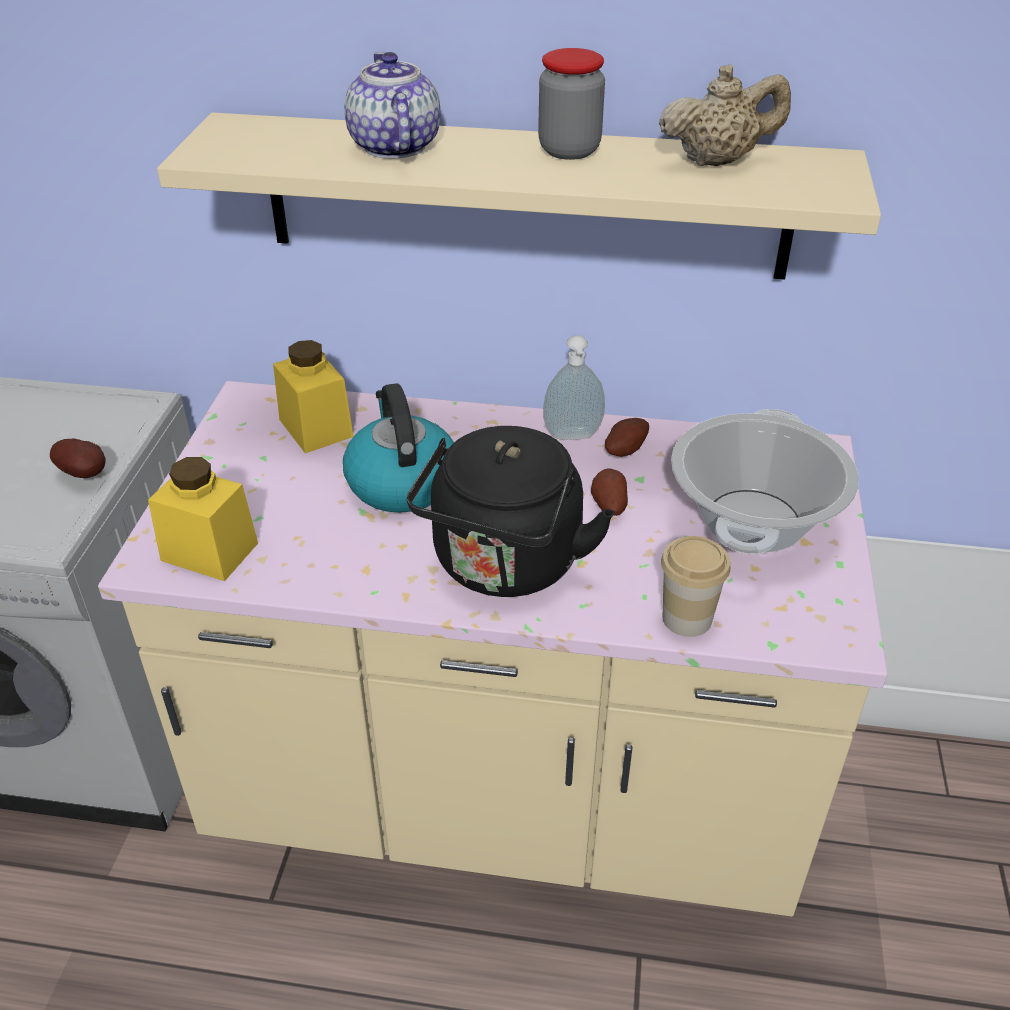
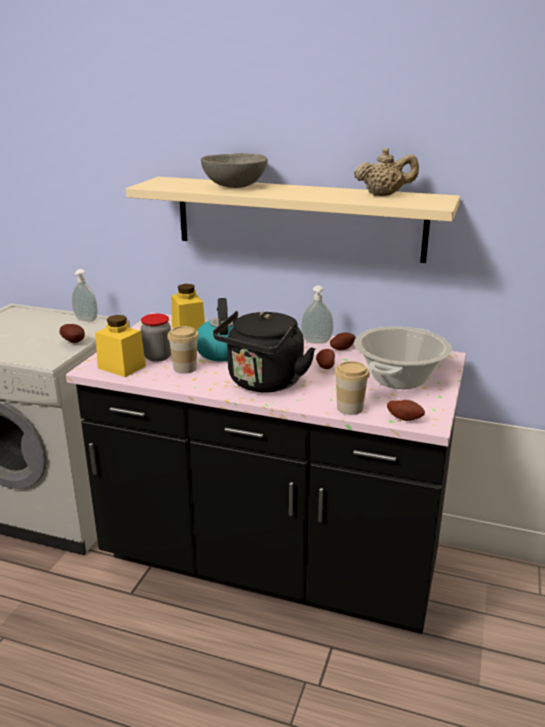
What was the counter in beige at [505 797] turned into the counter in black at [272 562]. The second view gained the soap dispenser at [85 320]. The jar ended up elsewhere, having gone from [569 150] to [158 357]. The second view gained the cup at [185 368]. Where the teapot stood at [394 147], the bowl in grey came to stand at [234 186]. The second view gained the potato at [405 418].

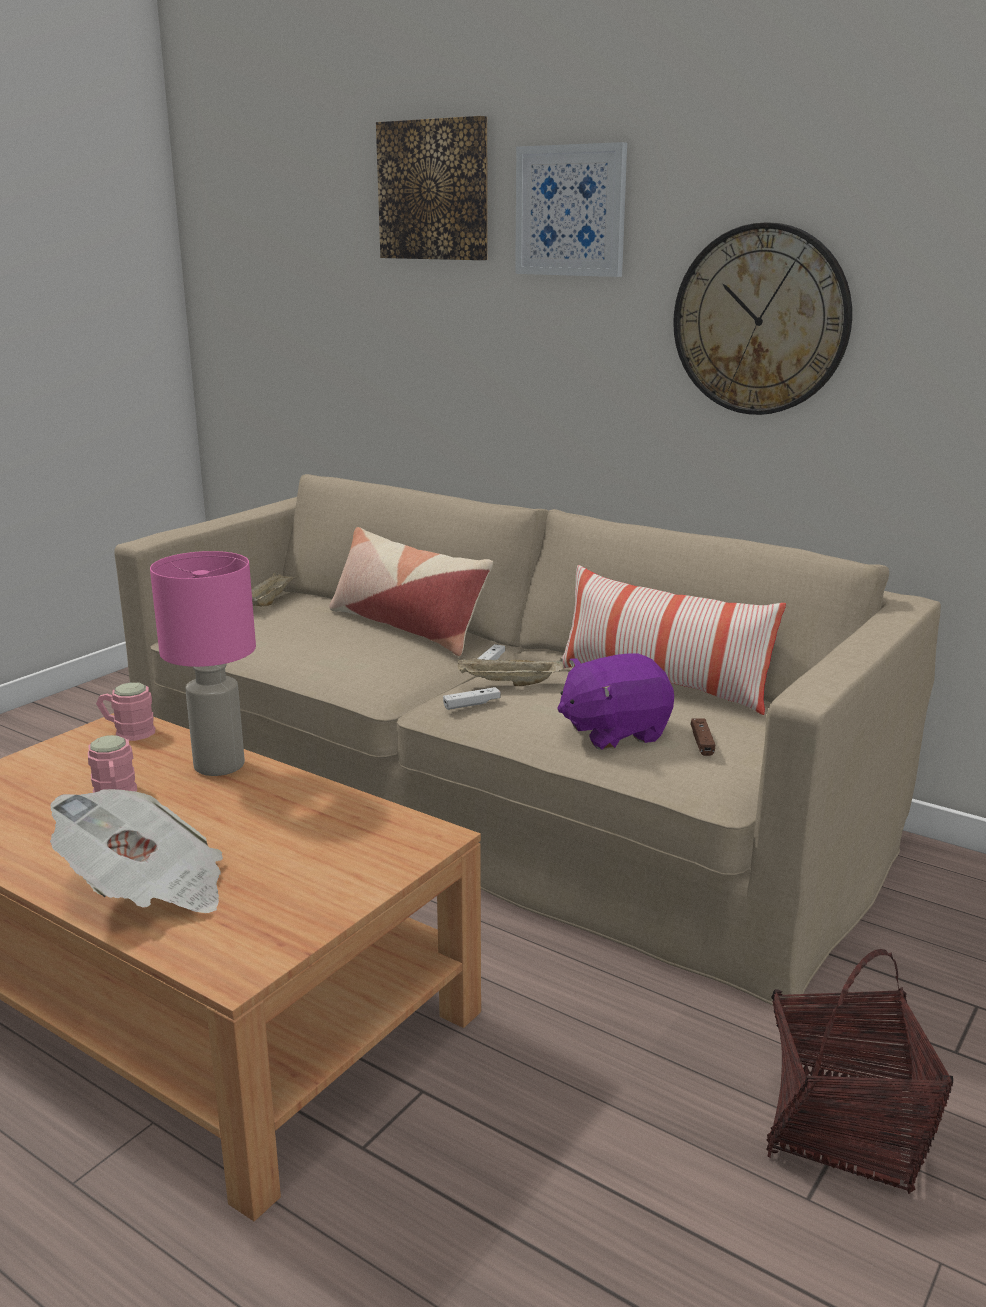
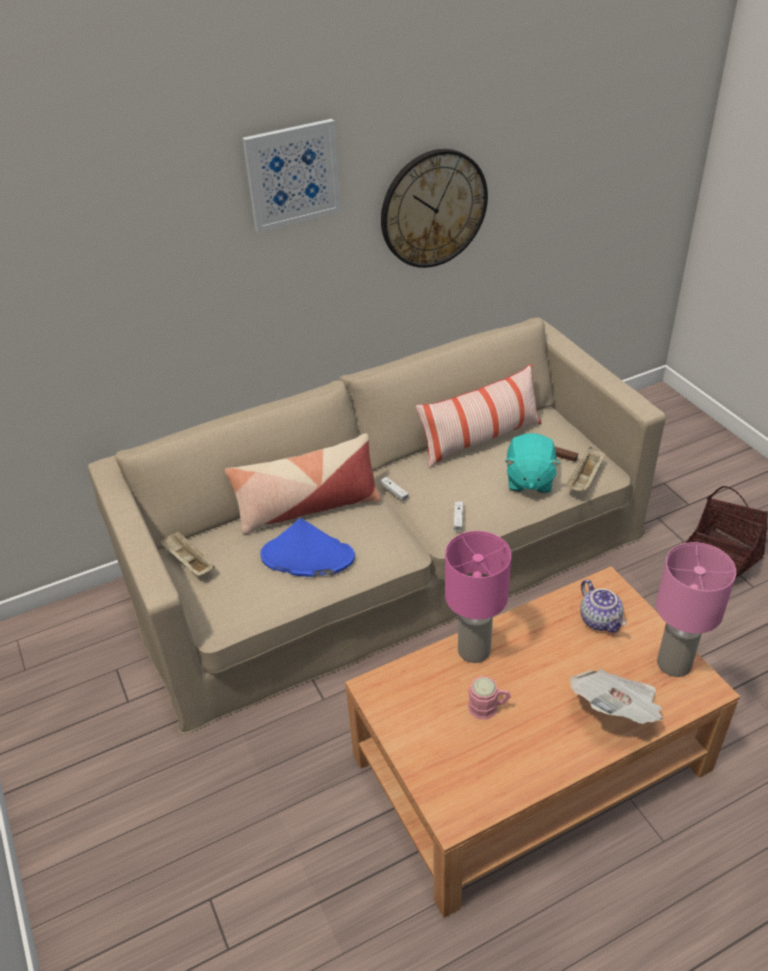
The second view gained the hat in blue at [307 557]. What was the plush toy in purple at [614 732] turned into the plush toy in turquoise at [529 480]. The tray in beige ended up elsewhere, having gone from [508 684] to [585 479]. The second view gained the teapot at [601 620]. The second view gained the table lamp in pink at [674 665]. The second view lost the mug in pink at [127 732]. The second view lost the picture at [435 190].

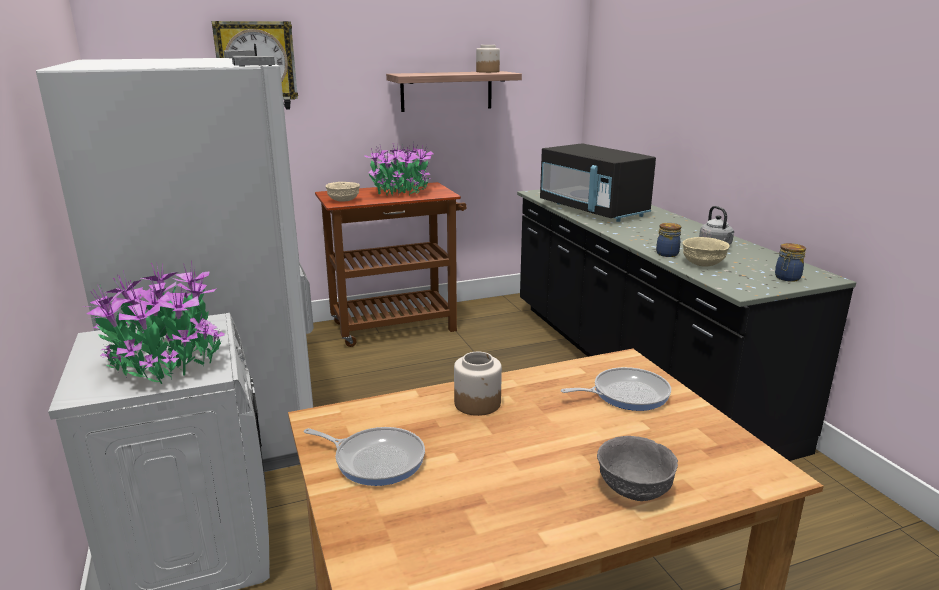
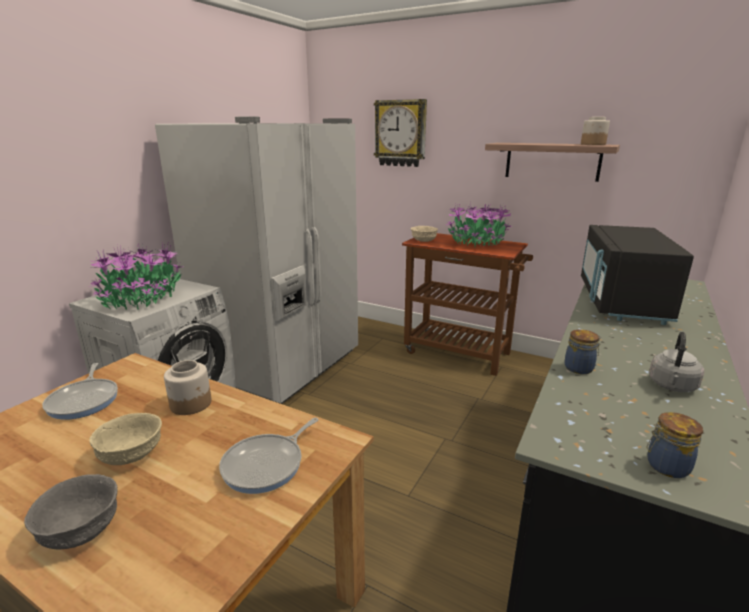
The bowl in beige ended up elsewhere, having gone from [703 263] to [131 456]. The frying pan at [626 394] ended up facing another way, 90 degrees clockwise from before.

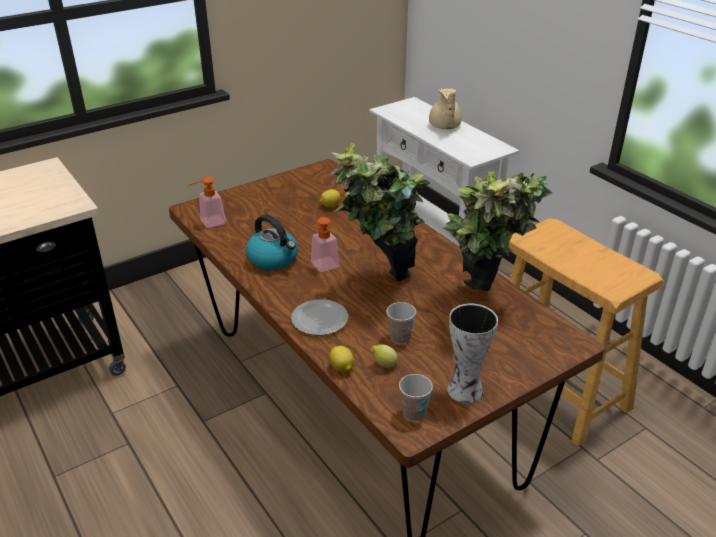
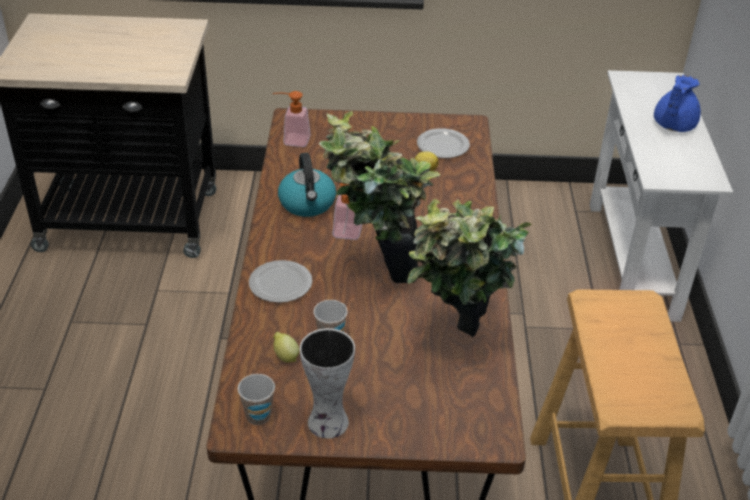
The second view gained the plate at [442 145]. What was the teapot in beige at [444 126] turned into the teapot in blue at [672 125]. The second view lost the lemon at [342 368].

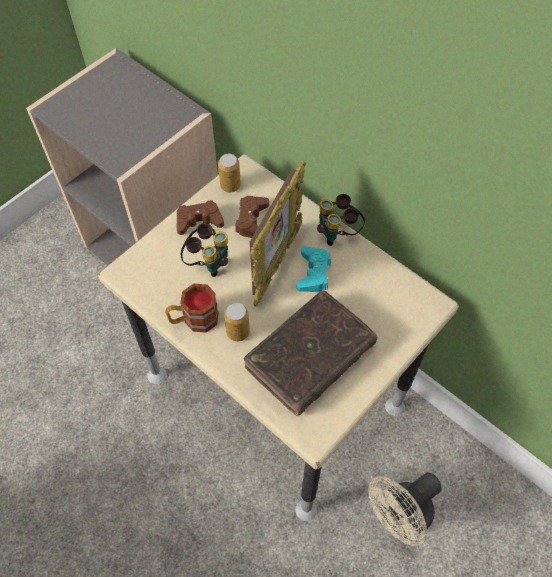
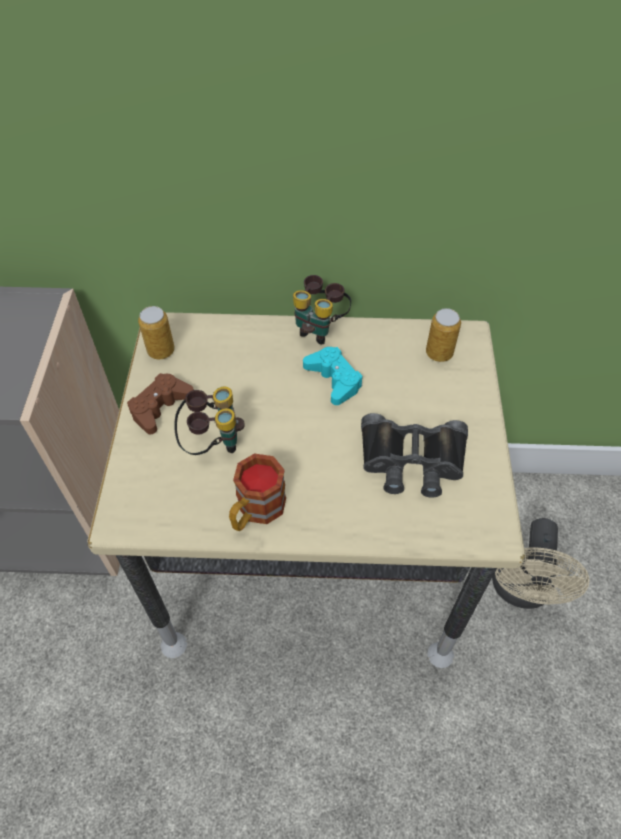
Where the book in brown stood at [309 357], the binoculars in black came to stand at [412 461]. The can ended up elsewhere, having gone from [238 332] to [439 353]. The second view lost the game controller in brown at [251 220]. The second view lost the picture frame at [276 264].

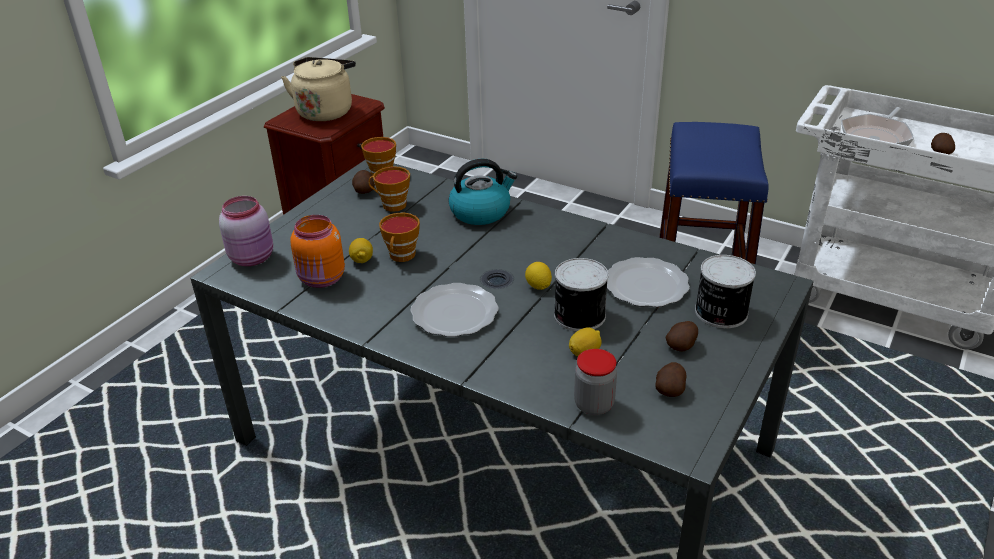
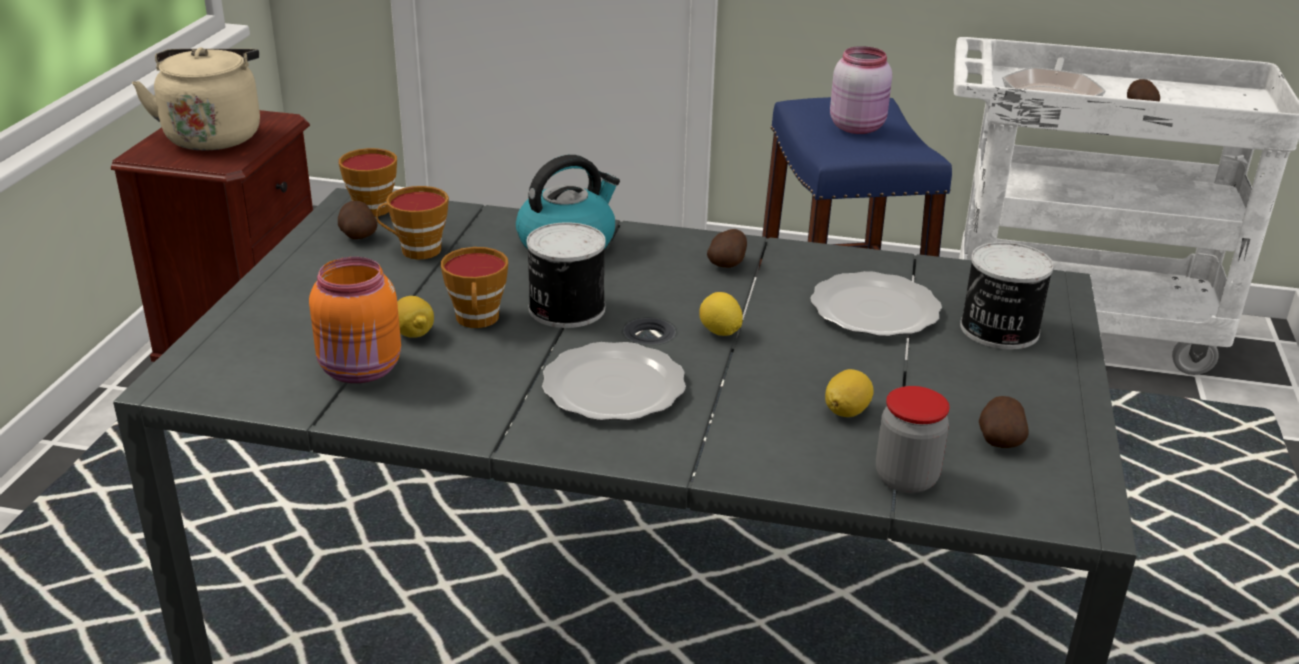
The can ended up elsewhere, having gone from [578 315] to [564 308]. The potato ended up elsewhere, having gone from [682 346] to [728 264]. The jar in pink ended up elsewhere, having gone from [253 257] to [858 127].

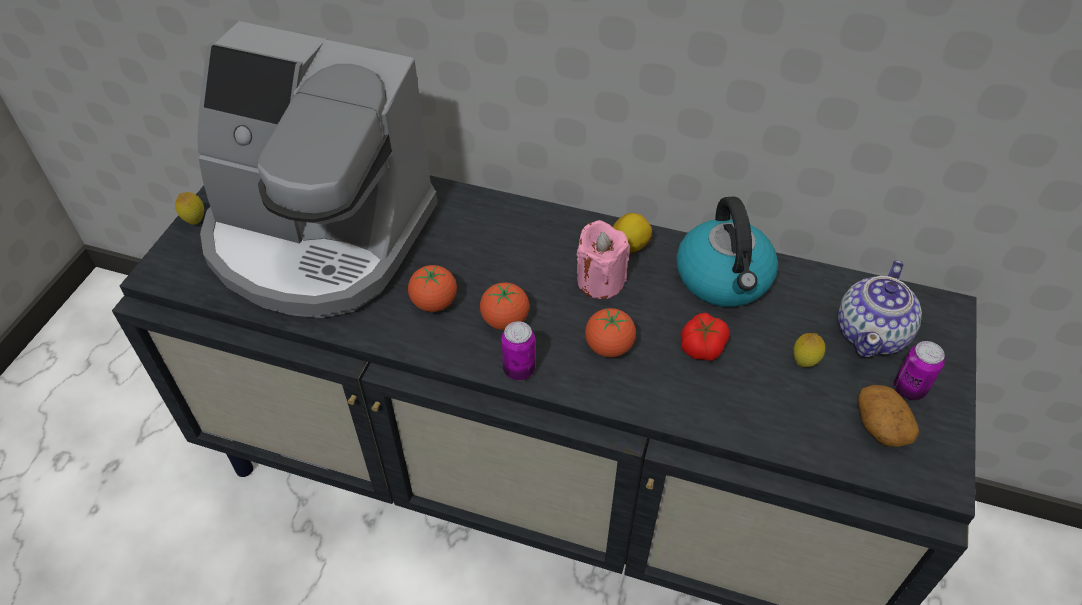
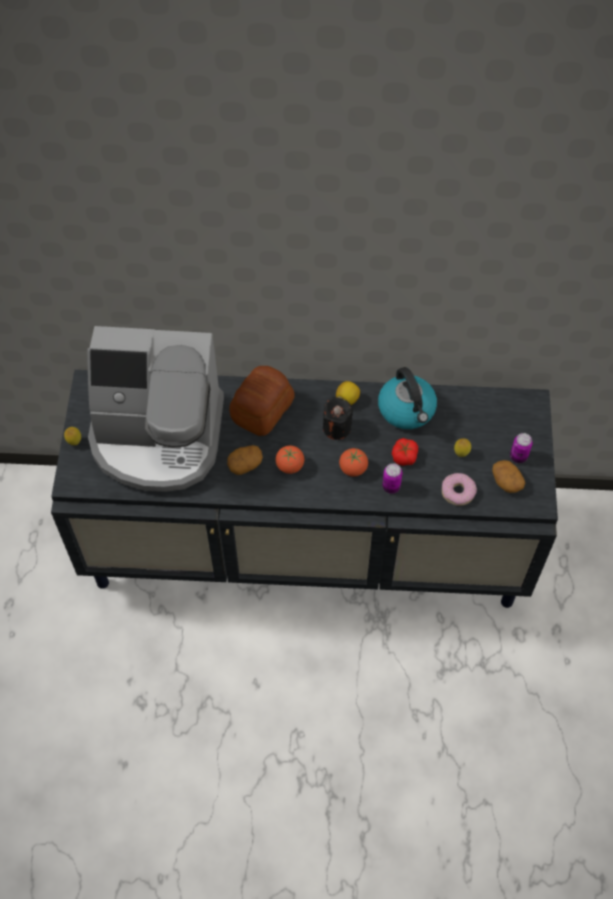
Where the tomato stood at [434 303], the potato came to stand at [245 464]. The second view gained the bread at [261 410]. What was the candle in pink at [600 281] turned into the candle in black at [336 427]. The can ended up elsewhere, having gone from [519 369] to [391 486]. The second view gained the donut at [458 492]. The second view lost the teapot at [872 333].

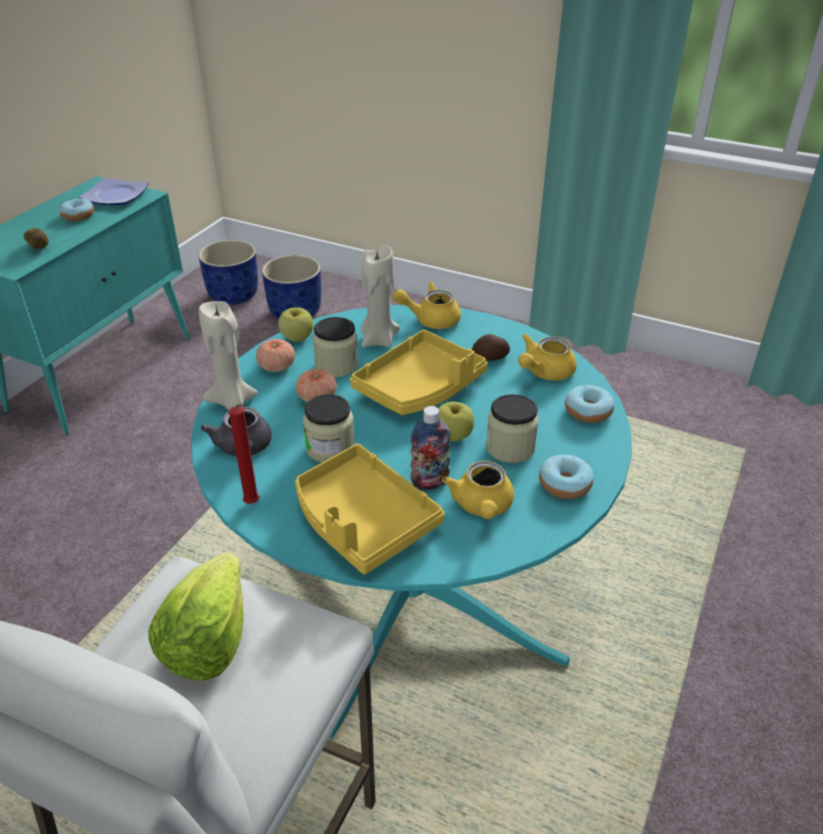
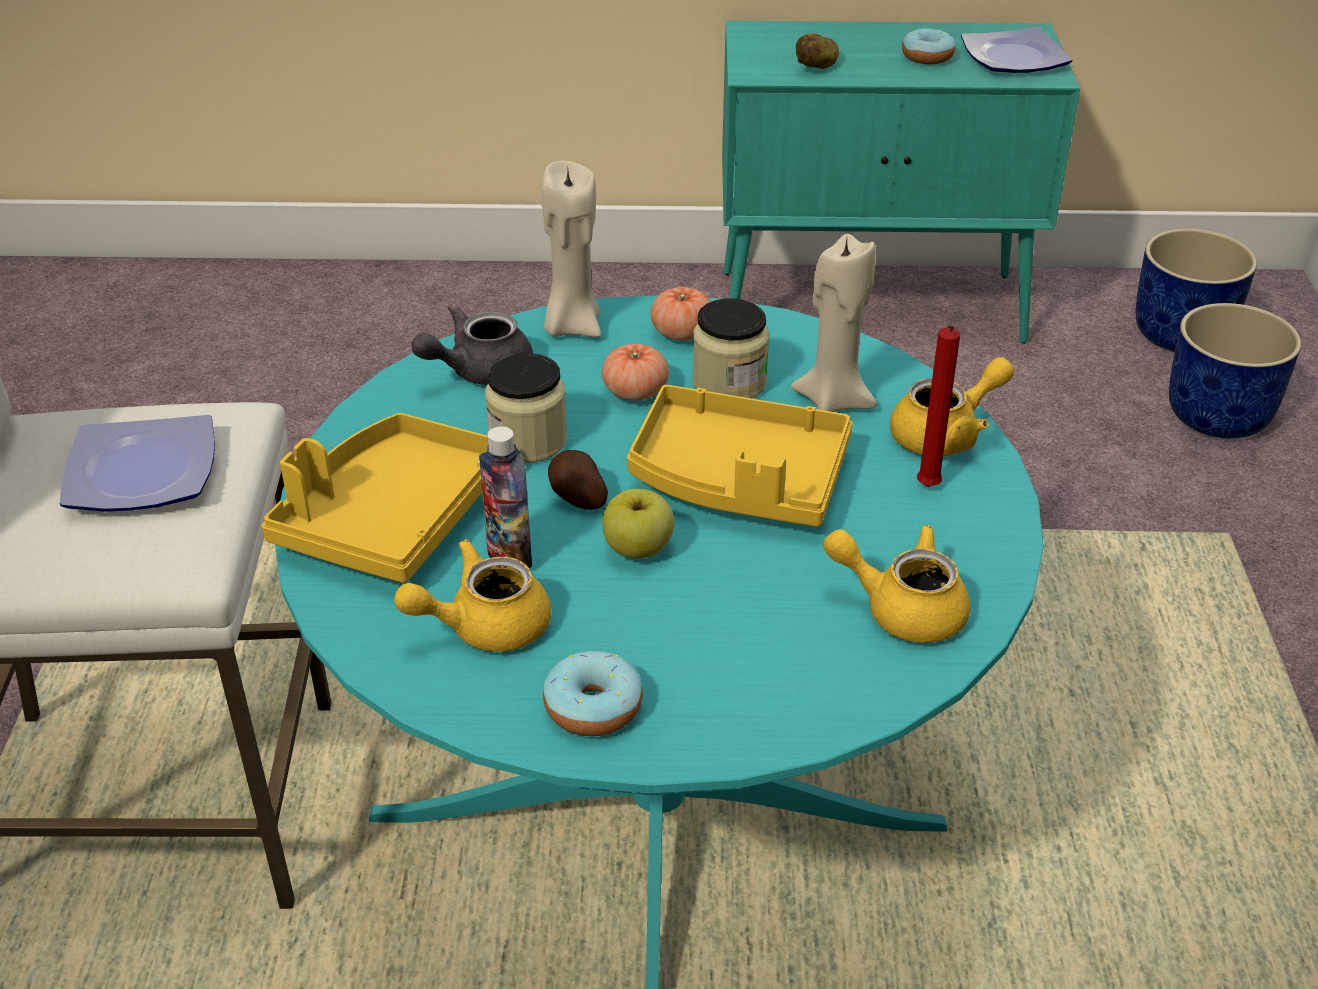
Where the lettuce stood at [208 640], the plate came to stand at [139 471]. The potato ended up elsewhere, having gone from [490 358] to [576 497]. The teapot in yellow at [430 319] ended up facing another way, 90 degrees clockwise from before. The candle in red ended up elsewhere, having gone from [253 504] to [926 489]. The second view lost the apple at [297 337]. The second view lost the jar at [510 448]. The second view lost the donut at [588 411].

